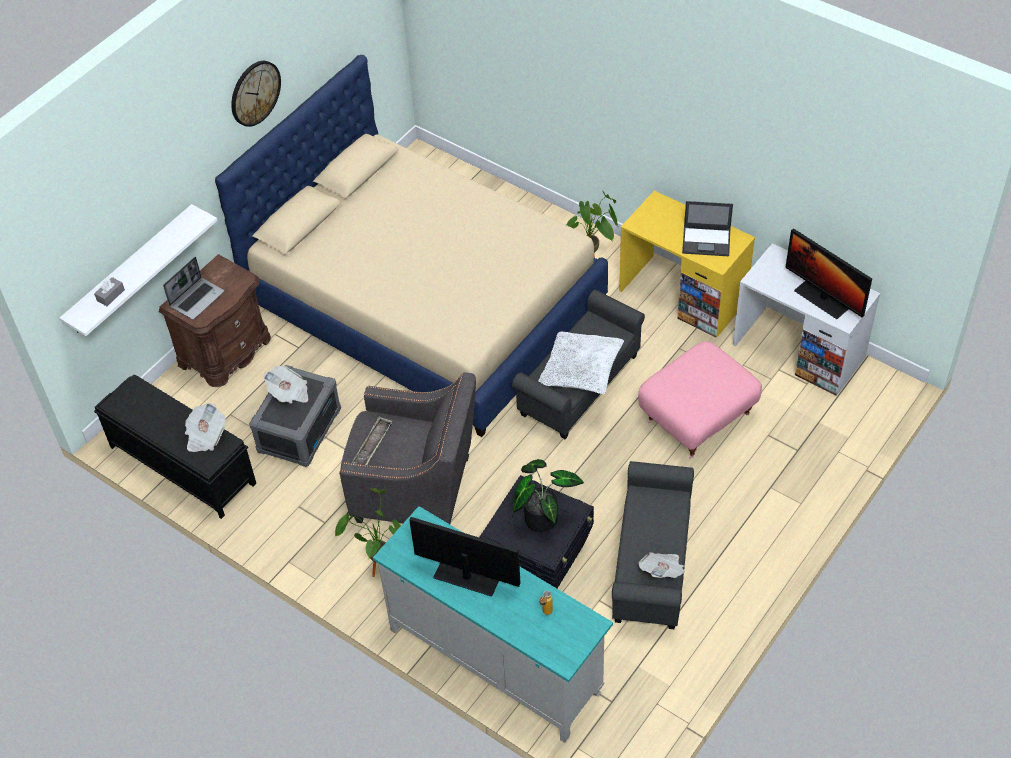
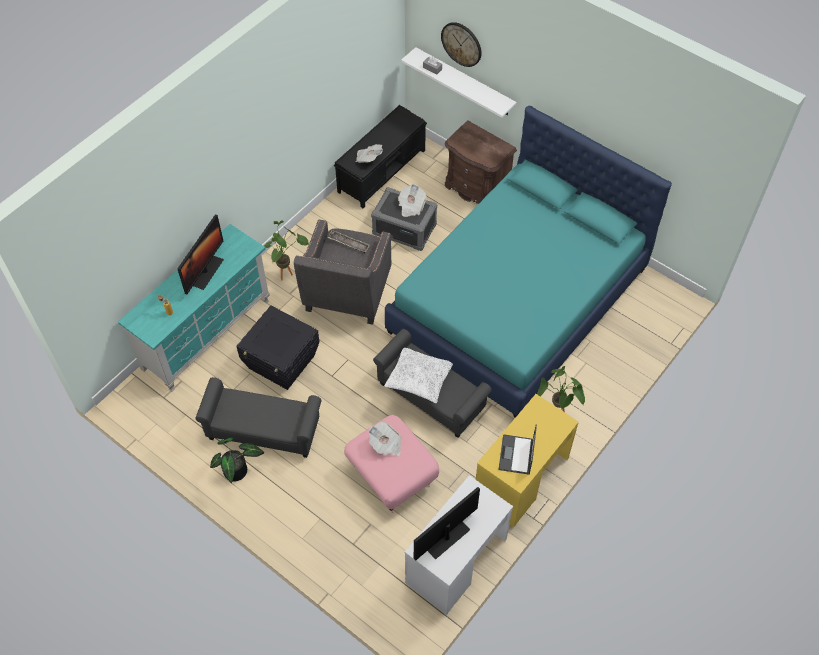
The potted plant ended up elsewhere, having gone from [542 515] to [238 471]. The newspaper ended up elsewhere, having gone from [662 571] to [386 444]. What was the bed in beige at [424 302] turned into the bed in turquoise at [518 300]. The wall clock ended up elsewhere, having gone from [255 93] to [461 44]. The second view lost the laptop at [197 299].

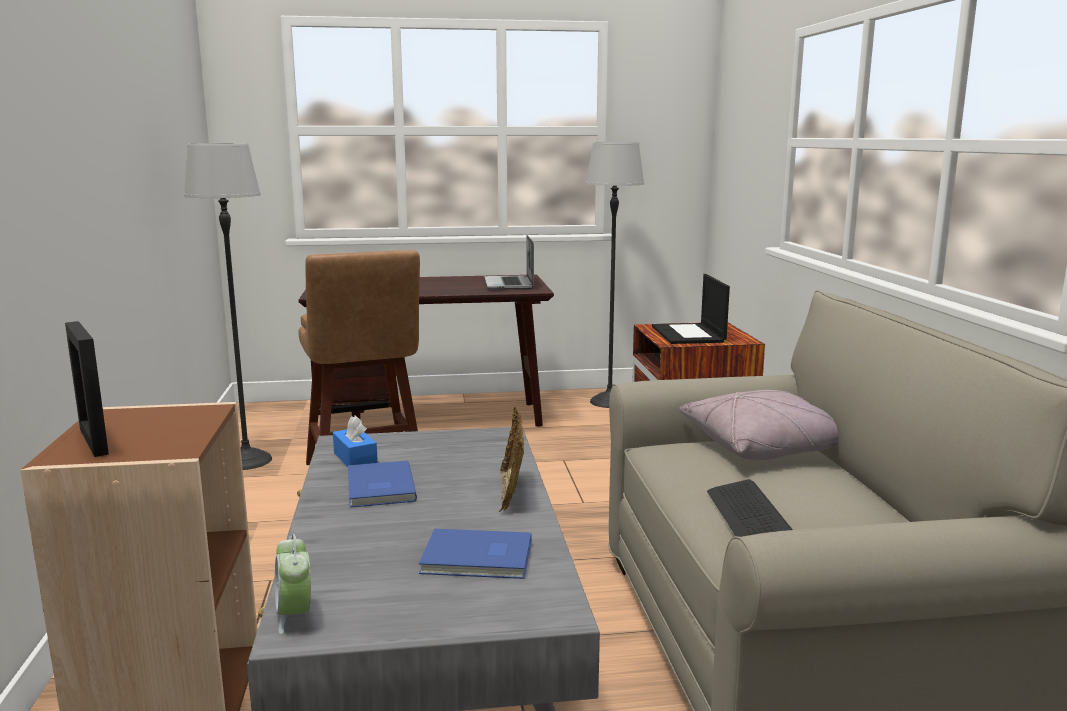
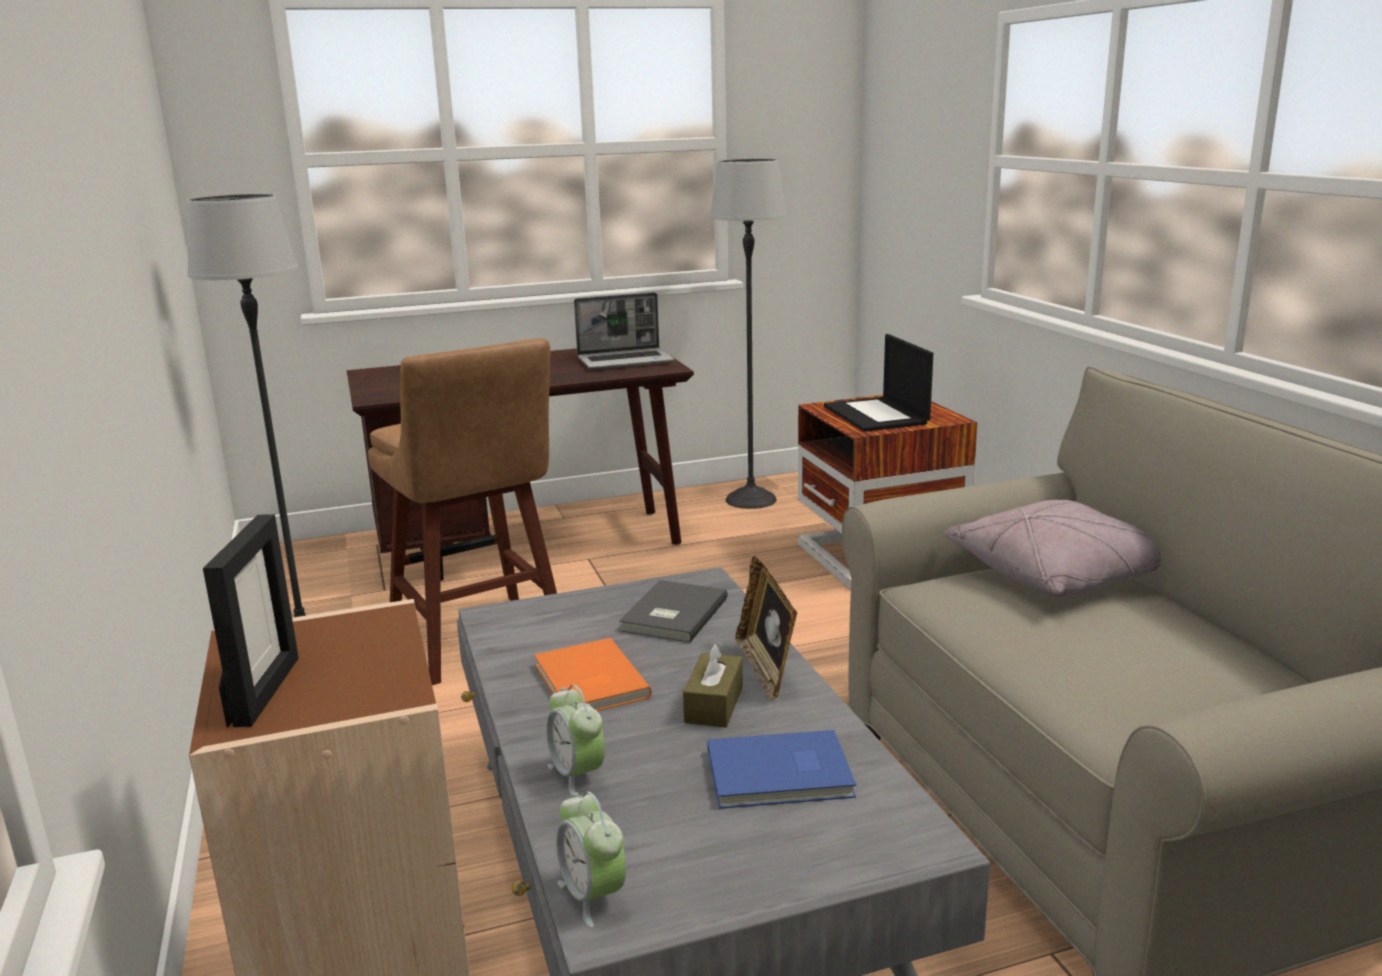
The picture frame at [96 441] ended up facing another way, 135 degrees counterclockwise from before. What was the book in blue at [378 487] turned into the book in orange at [588 682]. The second view gained the alarm clock at [577 775]. The laptop at [509 284] ended up facing another way, 90 degrees counterclockwise from before. The second view gained the book in grey at [671 615]. The second view gained the tissue box in brown at [714 704]. The second view lost the tissue box in blue at [355 458]. The second view lost the keyboard at [748 516].

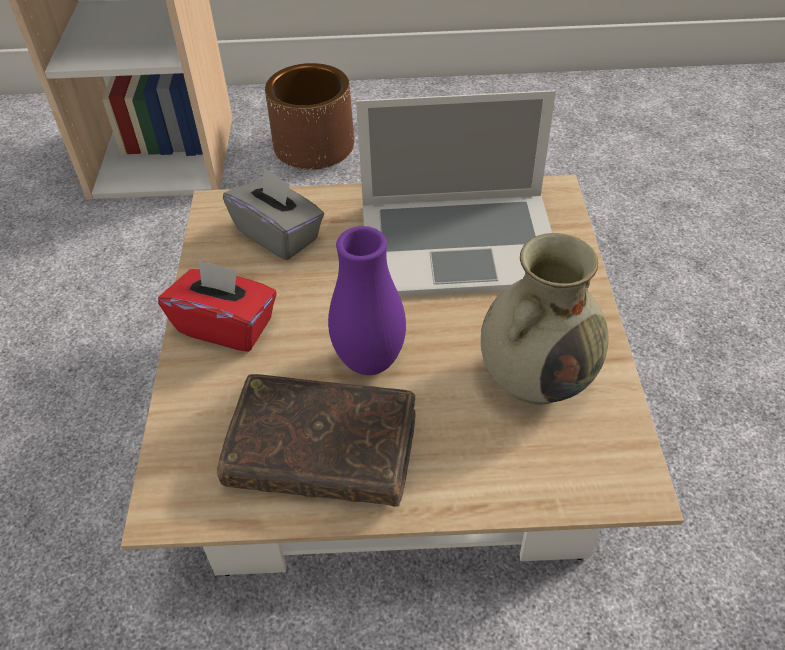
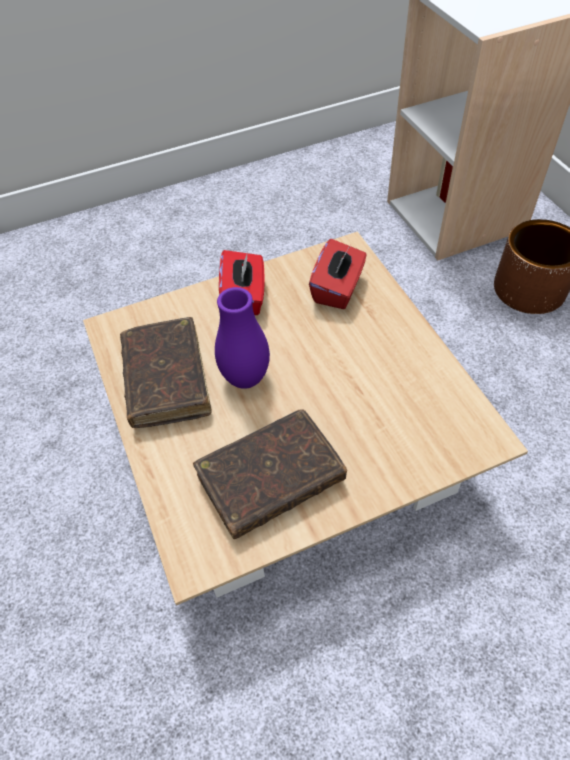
Where the vase in beige stood at [537 377], the book in brown came to stand at [270 479]. What was the tissue box in grey at [279 235] turned into the tissue box in red at [338 289]. The second view lost the laptop at [458 243].

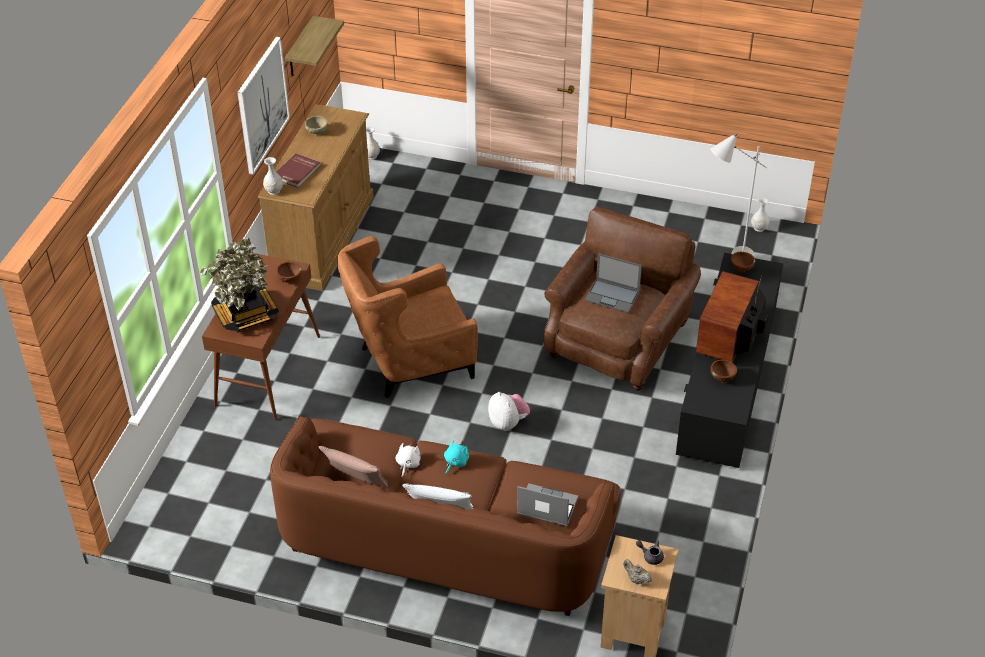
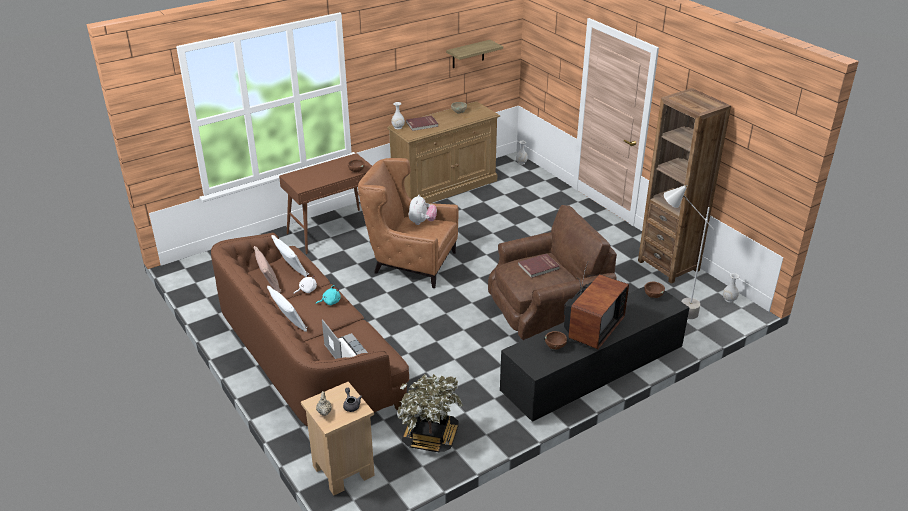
The second view gained the pillow in white at [290 268]. The potted plant ended up elsewhere, having gone from [245 314] to [430 437]. The plush toy ended up elsewhere, having gone from [508 422] to [422 222]. Where the laptop stood at [613 296], the book in red came to stand at [539 267]. The television at [730 339] ended up facing another way, 150 degrees clockwise from before. The second view gained the bookcase in brown at [668 266]. The second view lost the picture at [262 105].

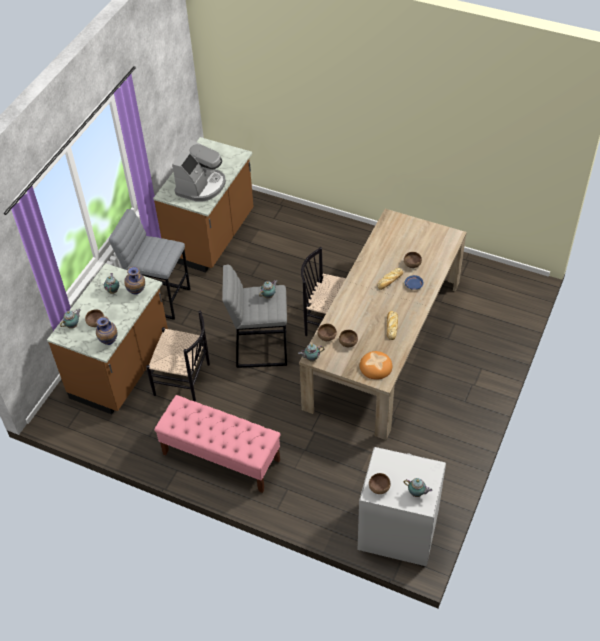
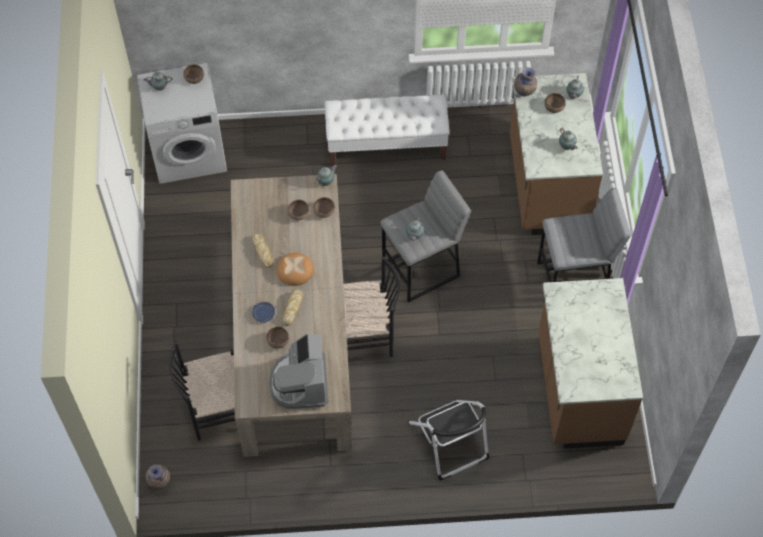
The vase ended up elsewhere, having gone from [137 293] to [160 484]. The chair in black ended up elsewhere, having gone from [184 380] to [215 408]. The coffee machine ended up elsewhere, having gone from [201 186] to [300 383]. The bread ended up elsewhere, having gone from [375 367] to [295 270]. What was the bench in pink at [220 457] turned into the bench in white at [387 145]. The second view gained the step ladder at [449 443].

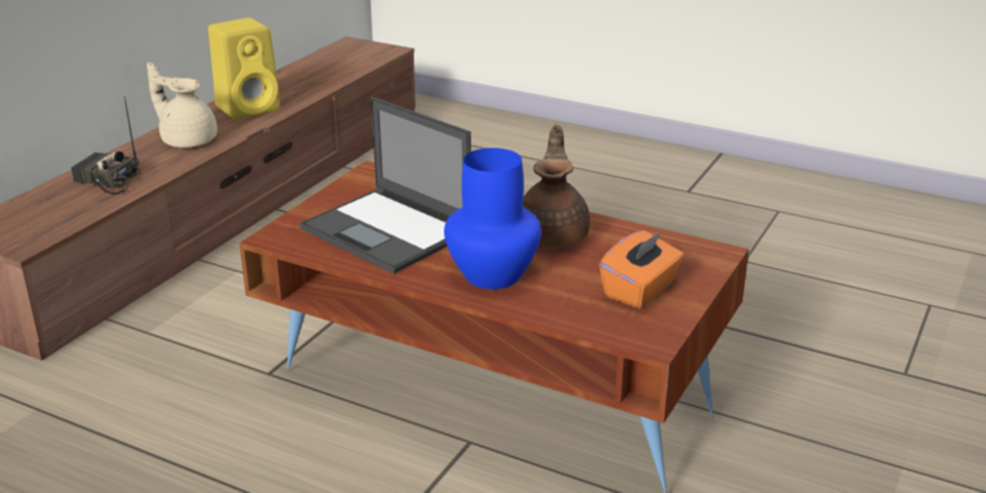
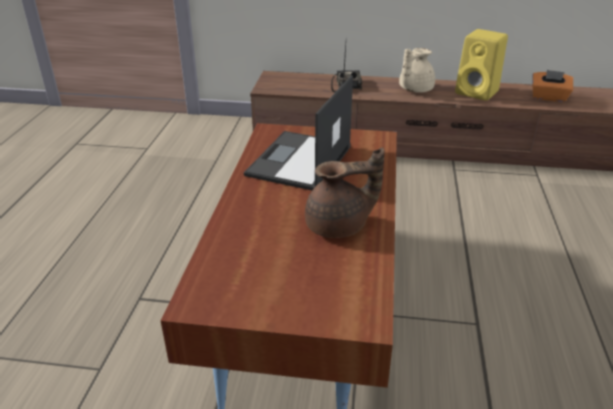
The teapot in beige at [187 140] ended up facing another way, 150 degrees counterclockwise from before. The tissue box in orange ended up elsewhere, having gone from [640 291] to [548 97]. The second view lost the vase in blue at [491 275].

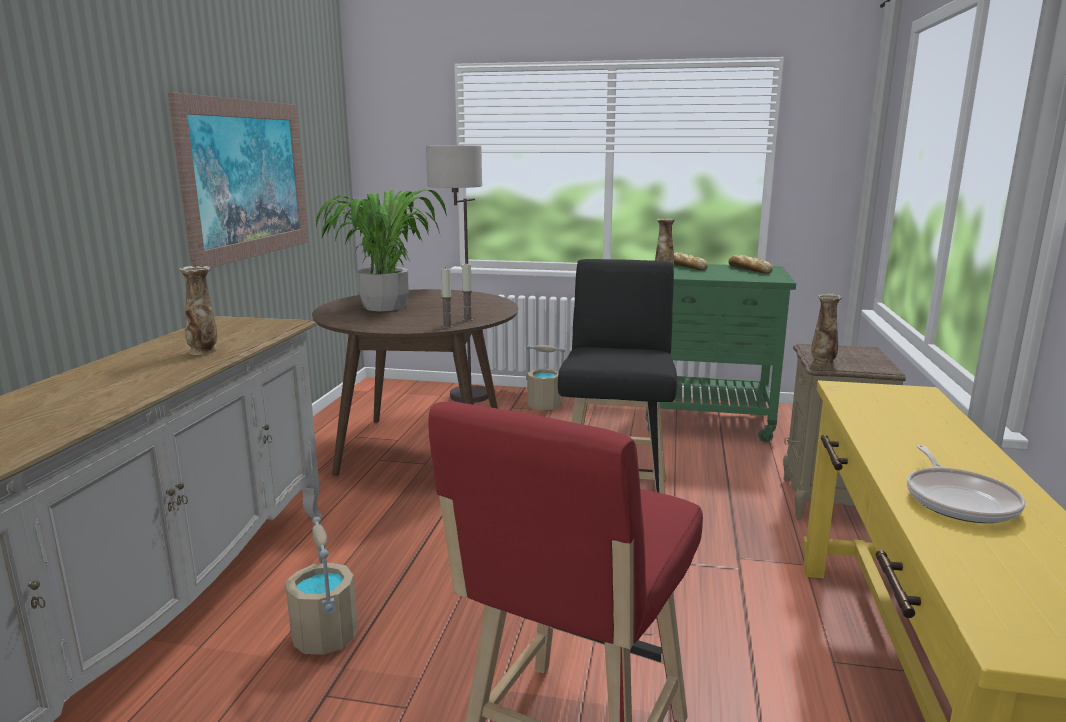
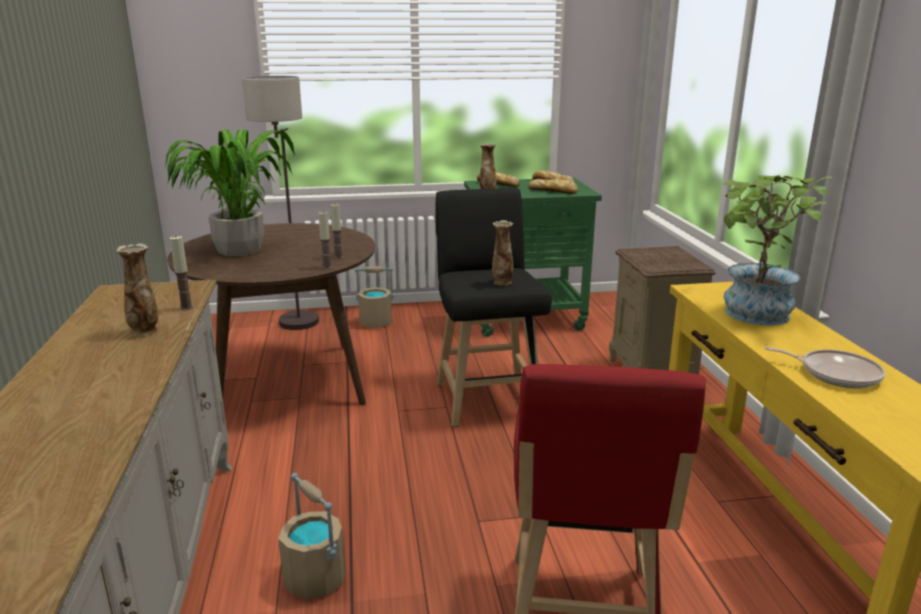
The second view gained the candle at [186 308]. The vase ended up elsewhere, having gone from [822 364] to [502 282]. The second view gained the bread at [553 191]. The second view gained the potted plant at [753 316]. The frying pan at [959 500] ended up facing another way, 45 degrees counterclockwise from before. The second view lost the picture at [248 179].

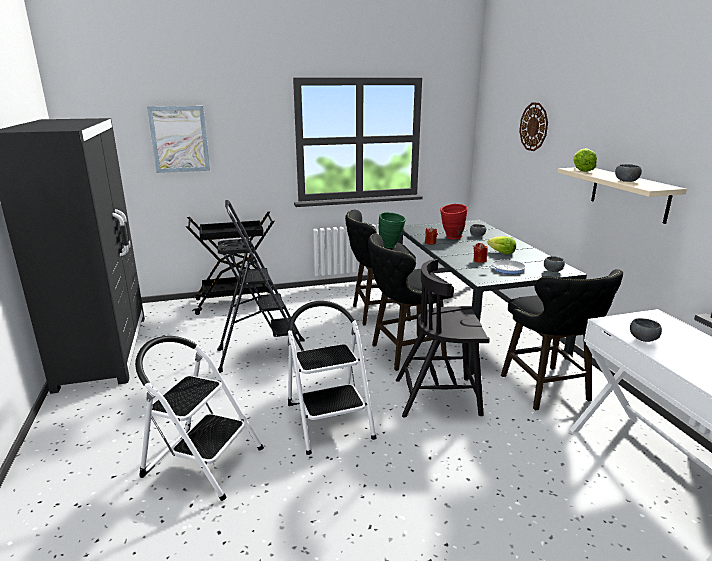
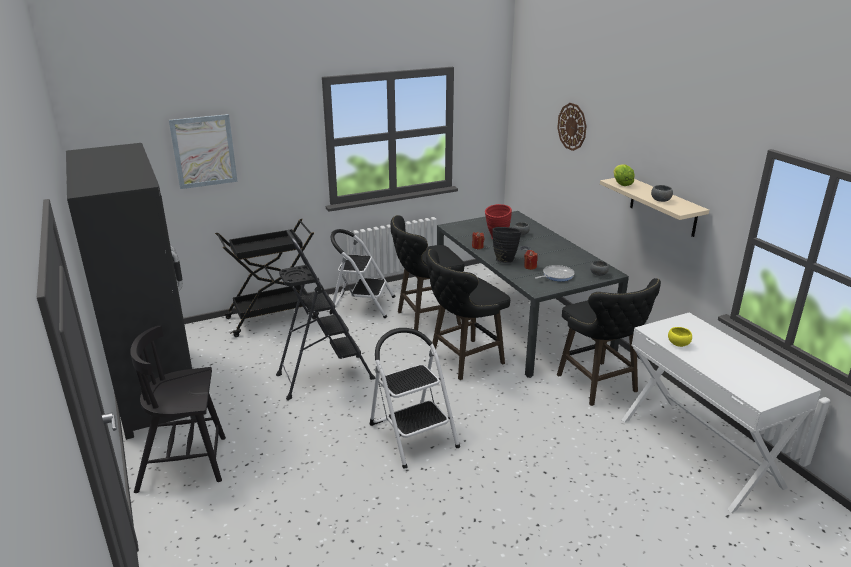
The chair in black ended up elsewhere, having gone from [439 396] to [184 463]. The step ladder ended up elsewhere, having gone from [200 461] to [360 305]. The second view gained the vase in black at [504 260]. What was the bowl in grey at [643 339] turned into the bowl in yellow at [678 344]. The second view lost the vase in green at [391 246]. The second view lost the lettuce at [502 253].

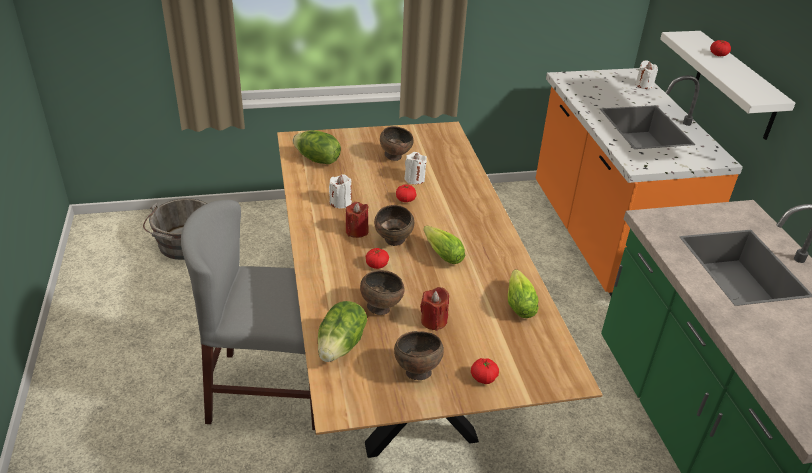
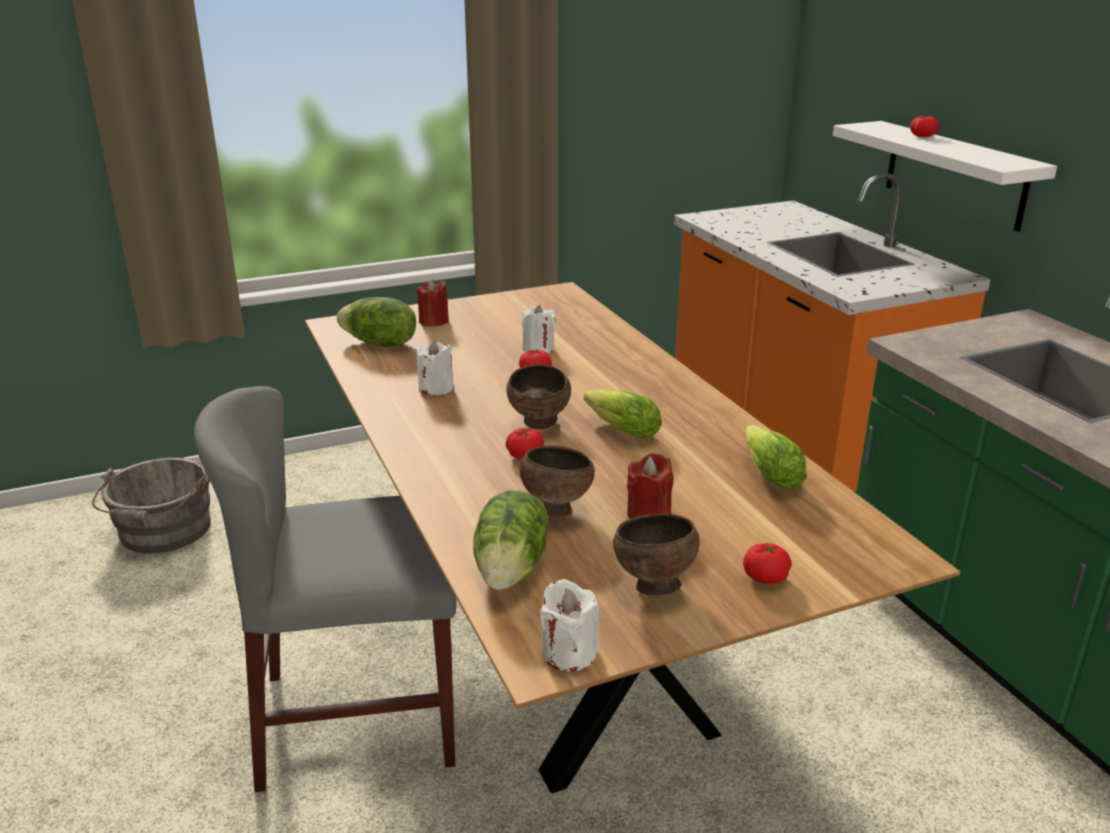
The candle in red ended up elsewhere, having gone from [357 231] to [434 321]. The candle in white ended up elsewhere, having gone from [644 85] to [569 653]. The second view lost the bowl in brown at [395 157].

